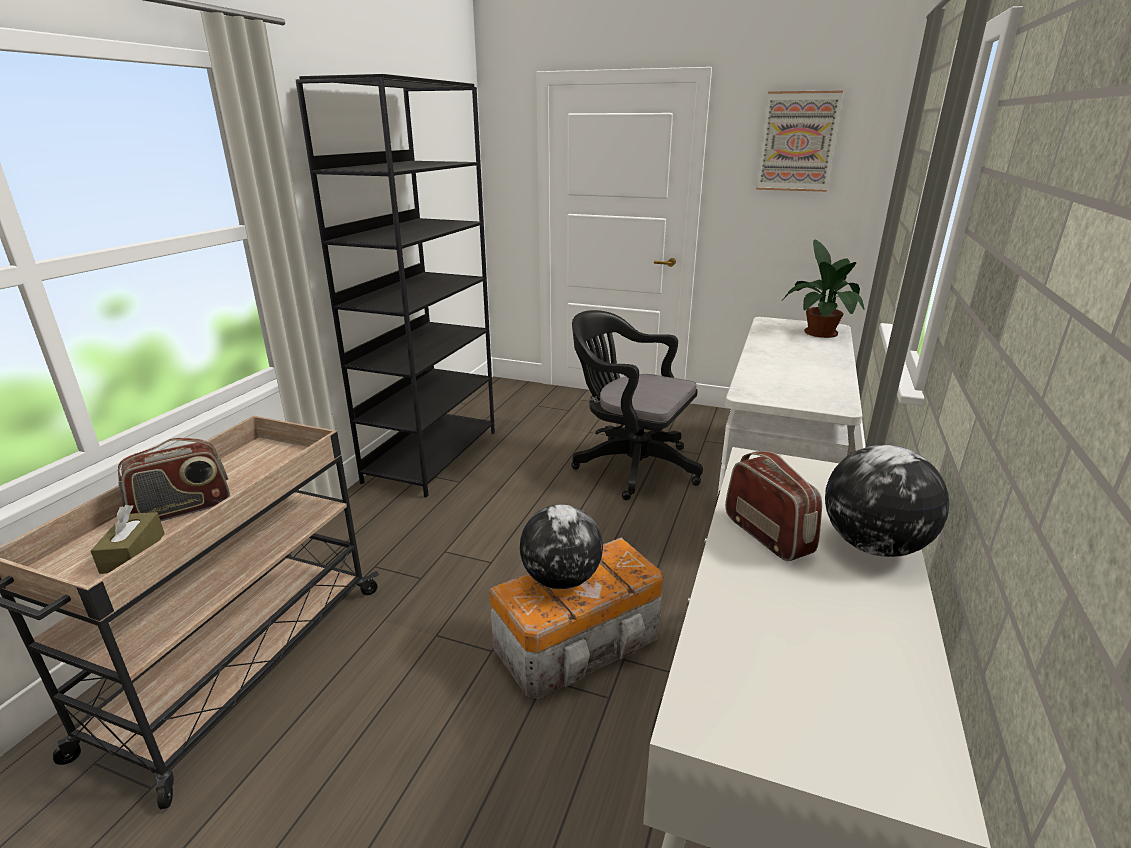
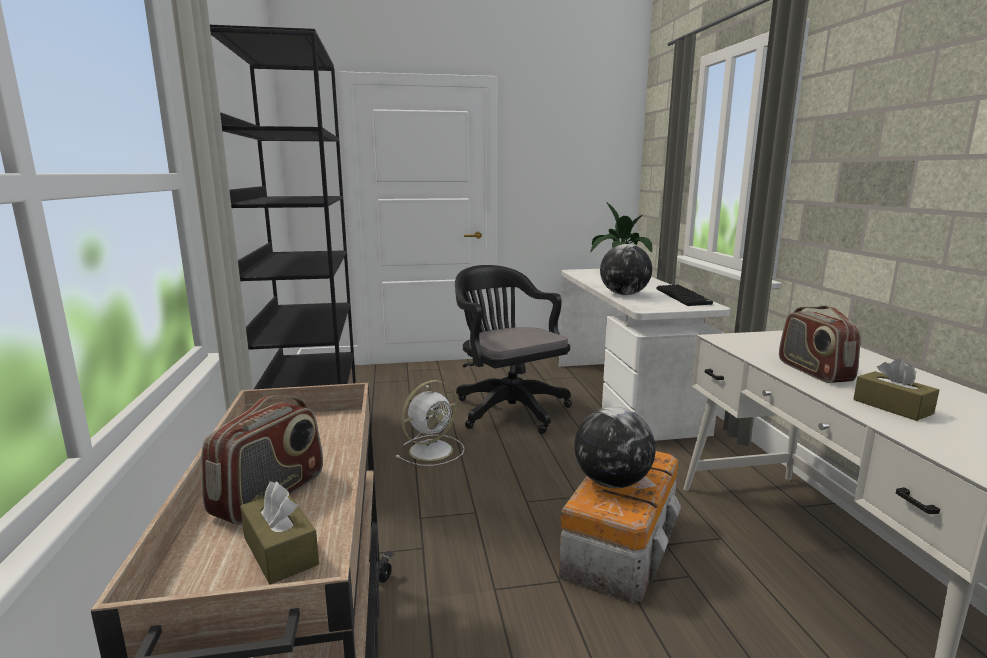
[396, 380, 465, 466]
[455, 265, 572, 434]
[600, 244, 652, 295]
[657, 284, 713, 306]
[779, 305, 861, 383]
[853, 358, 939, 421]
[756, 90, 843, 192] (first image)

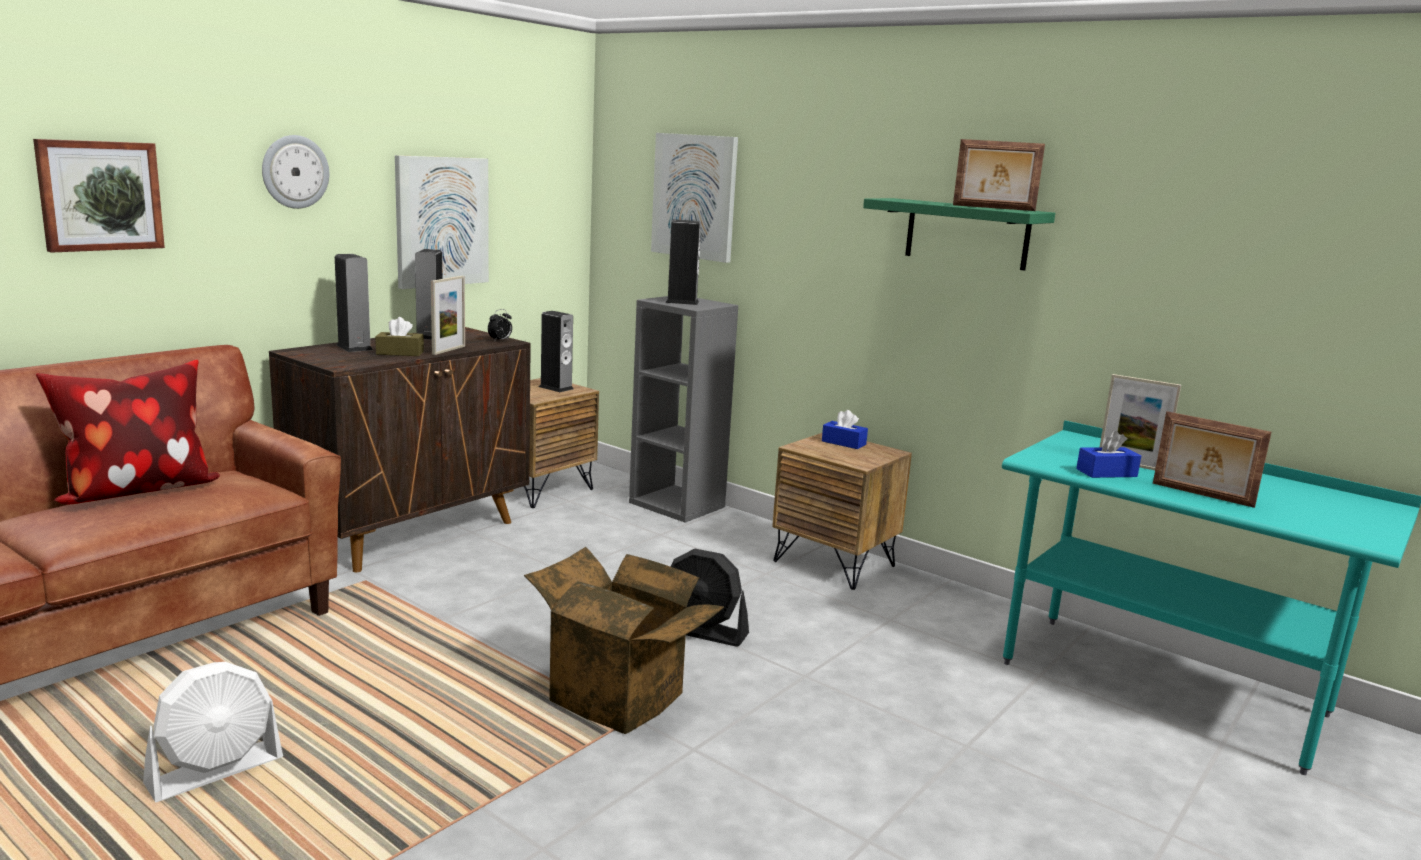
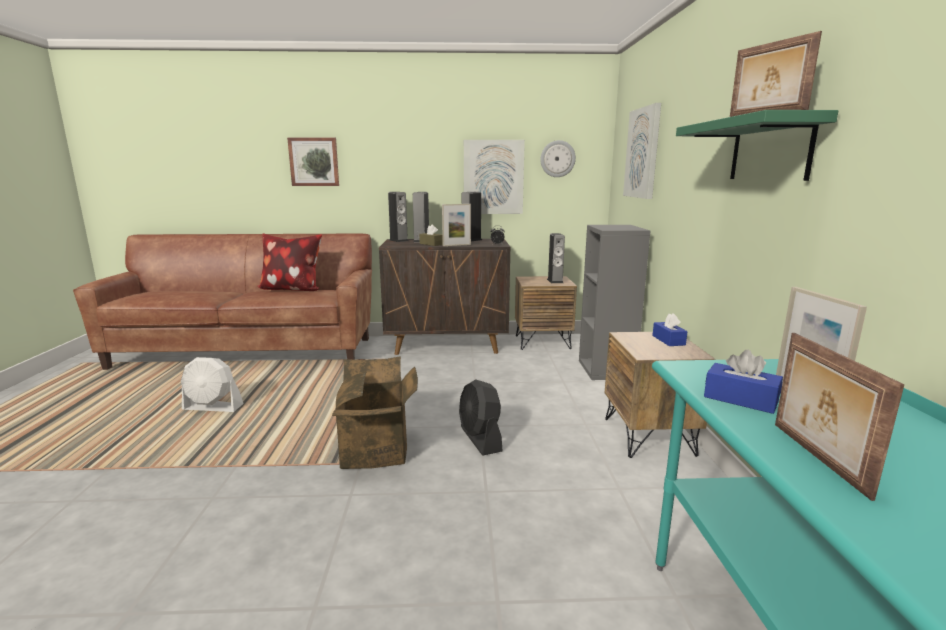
[388, 192, 409, 242]
[540, 140, 576, 177]

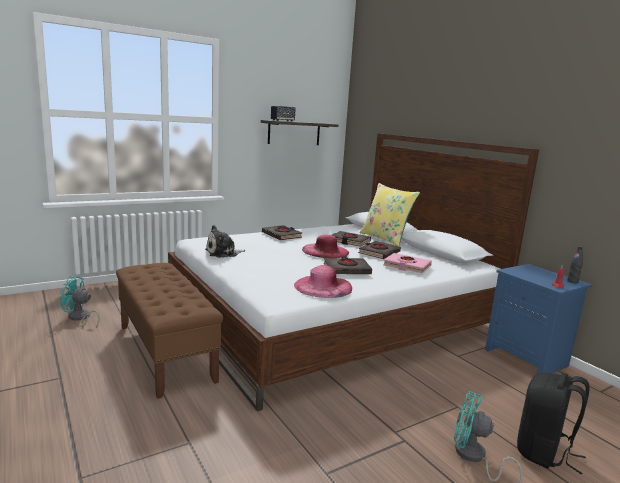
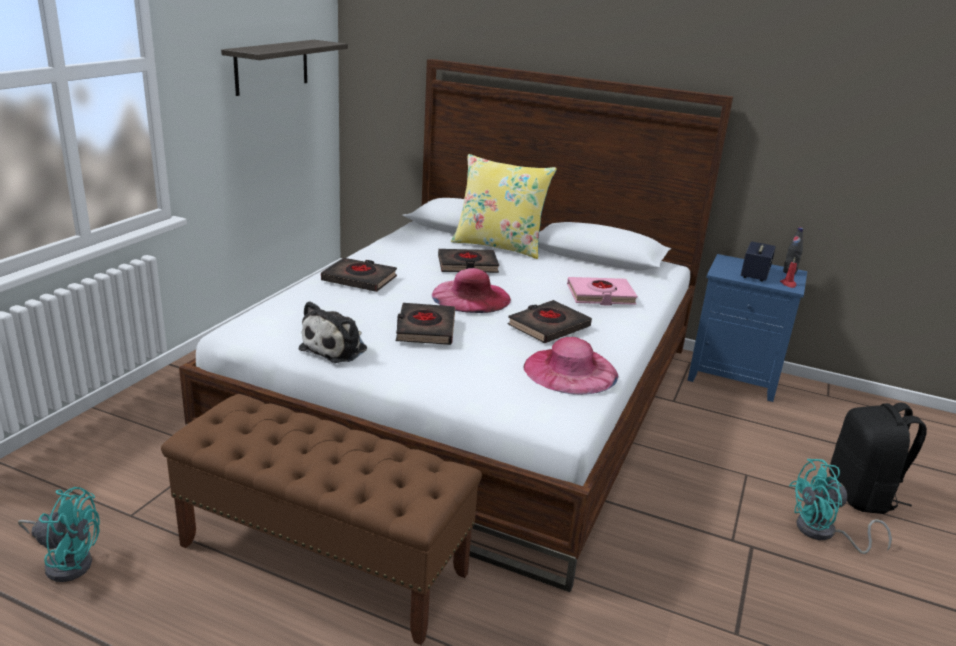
[18, 487, 100, 582]
[396, 303, 455, 345]
[741, 241, 776, 281]

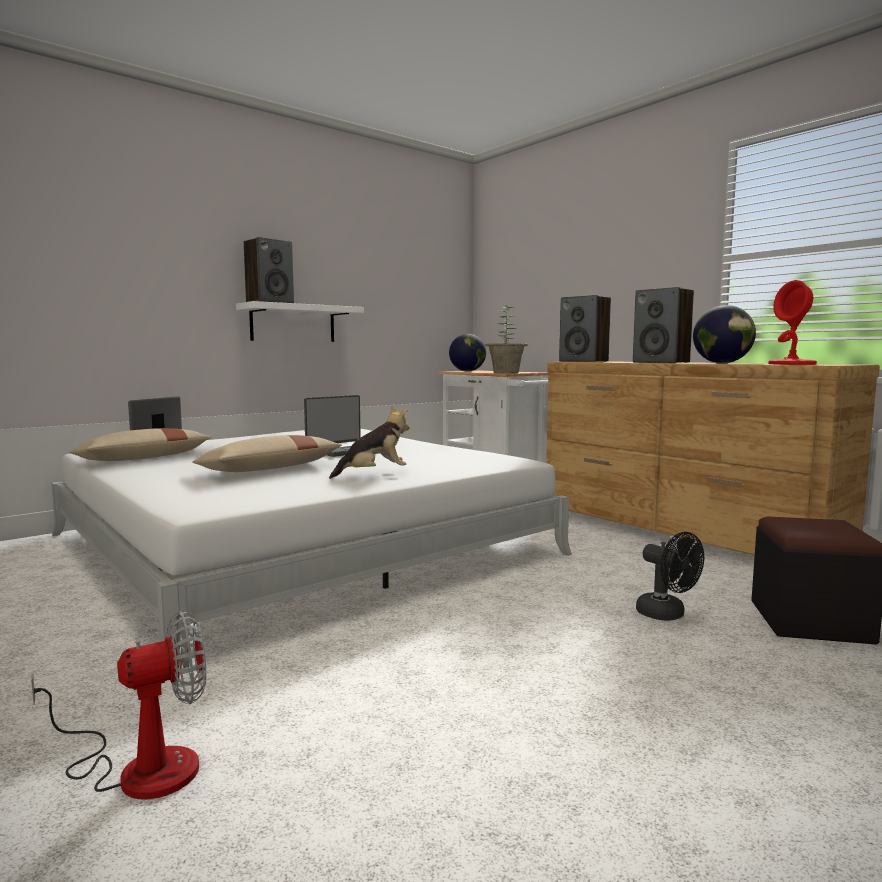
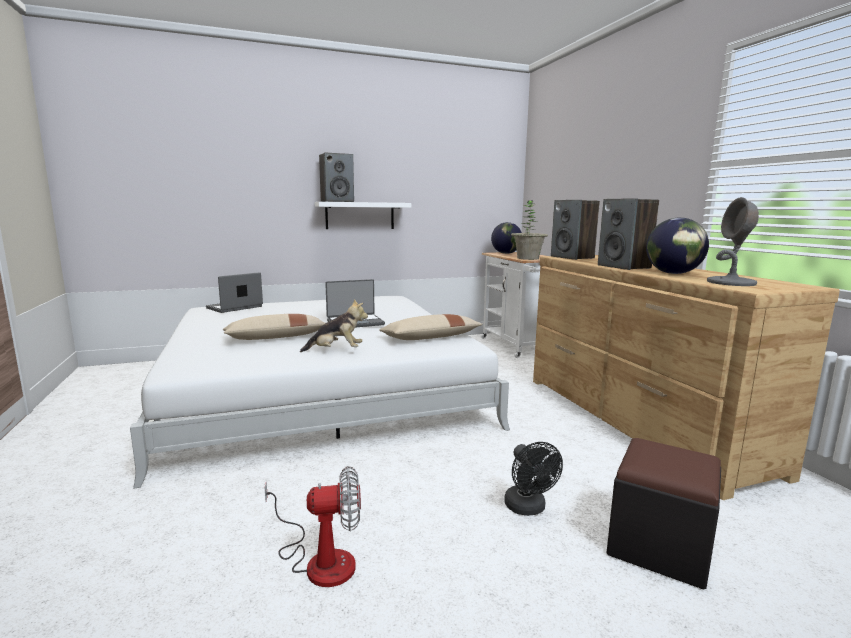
[265, 466, 361, 587]
[379, 314, 483, 340]
[707, 197, 759, 286]

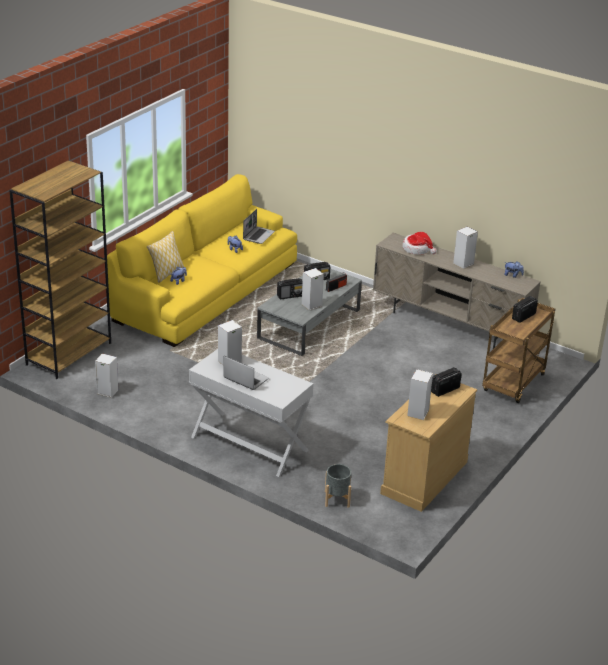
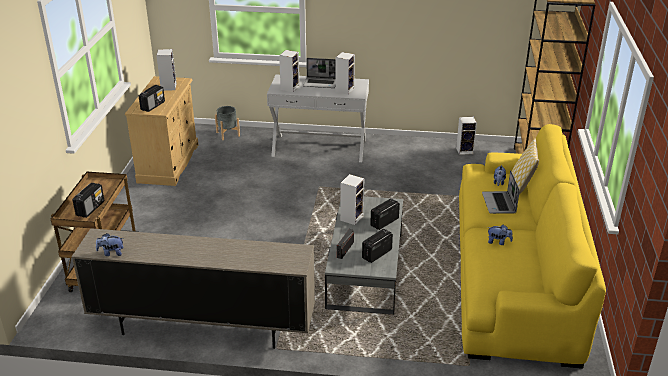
[279, 50, 299, 92]
[482, 170, 520, 214]
[402, 232, 437, 255] (first image)

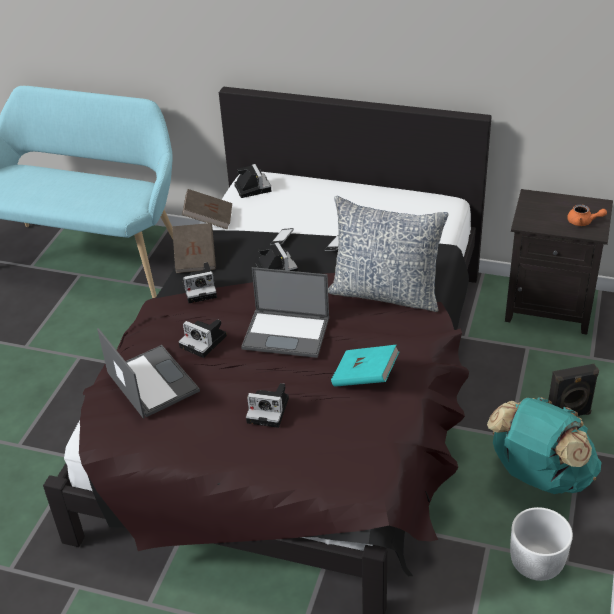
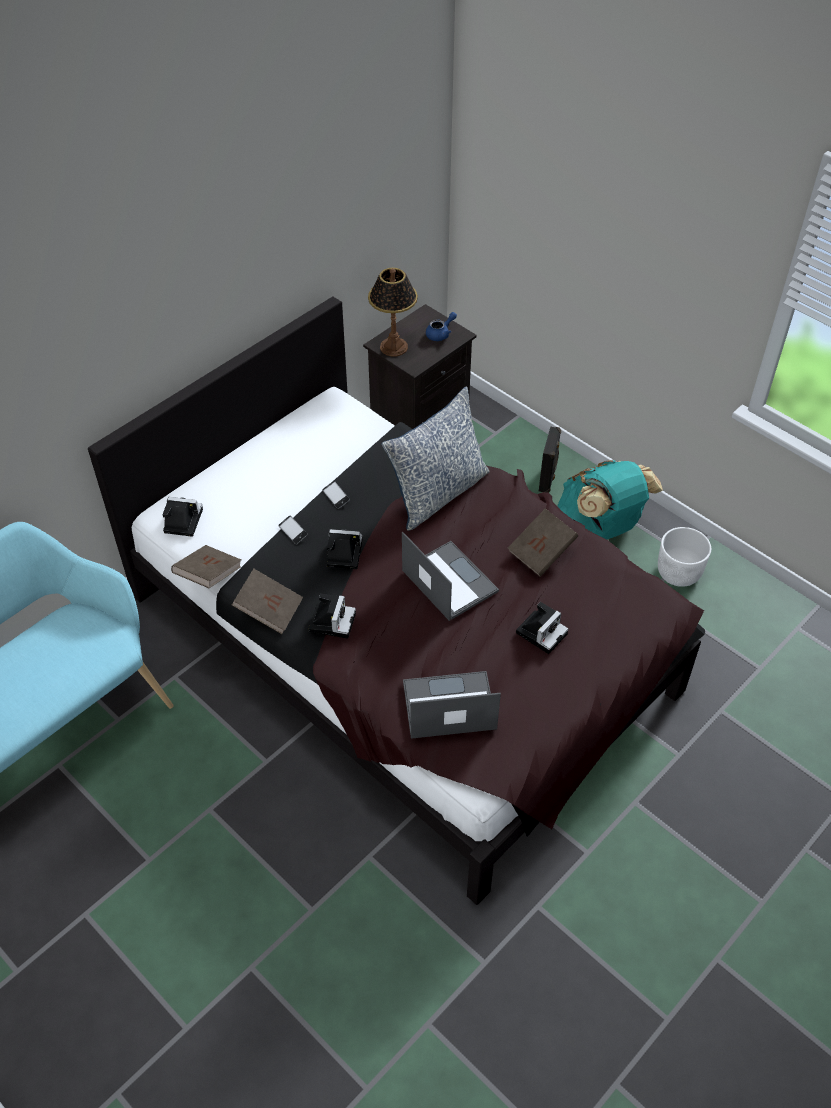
[368, 268, 418, 356]
[402, 532, 499, 621]
[426, 312, 457, 341]
[508, 508, 578, 577]
[179, 319, 227, 358] (first image)

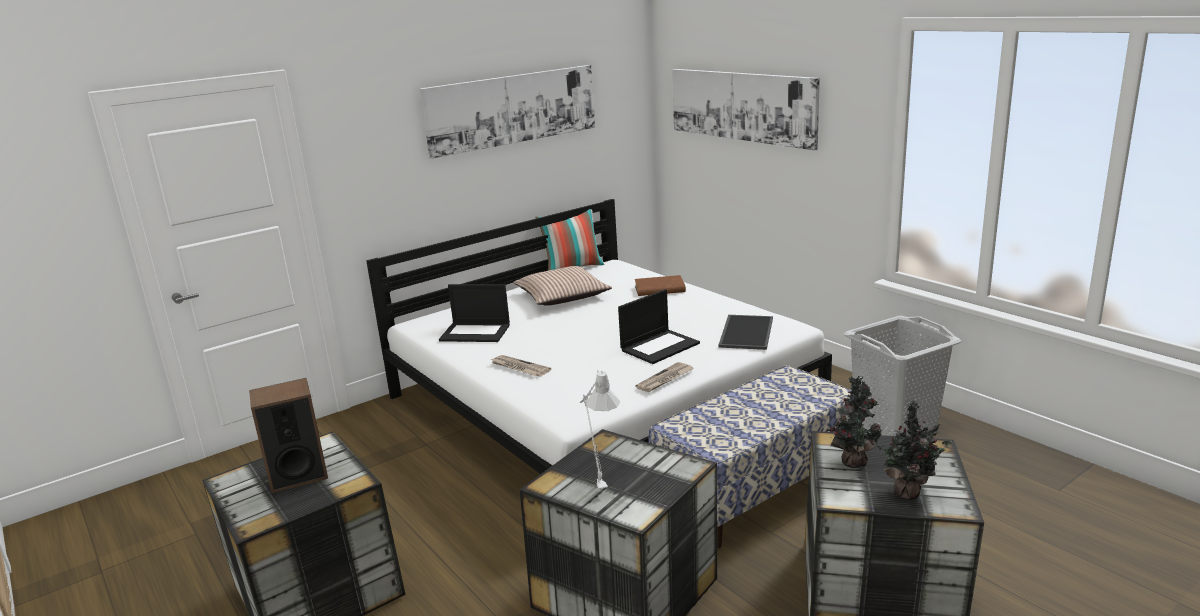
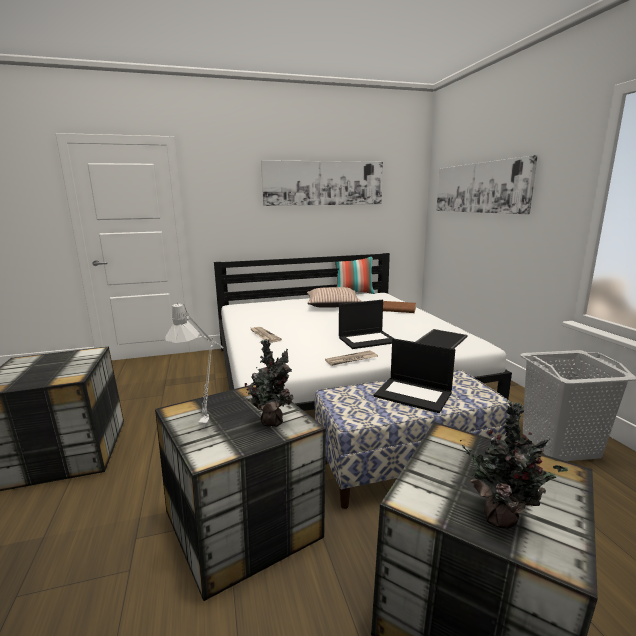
[244, 339, 293, 427]
[374, 338, 455, 413]
[249, 378, 328, 493] (first image)

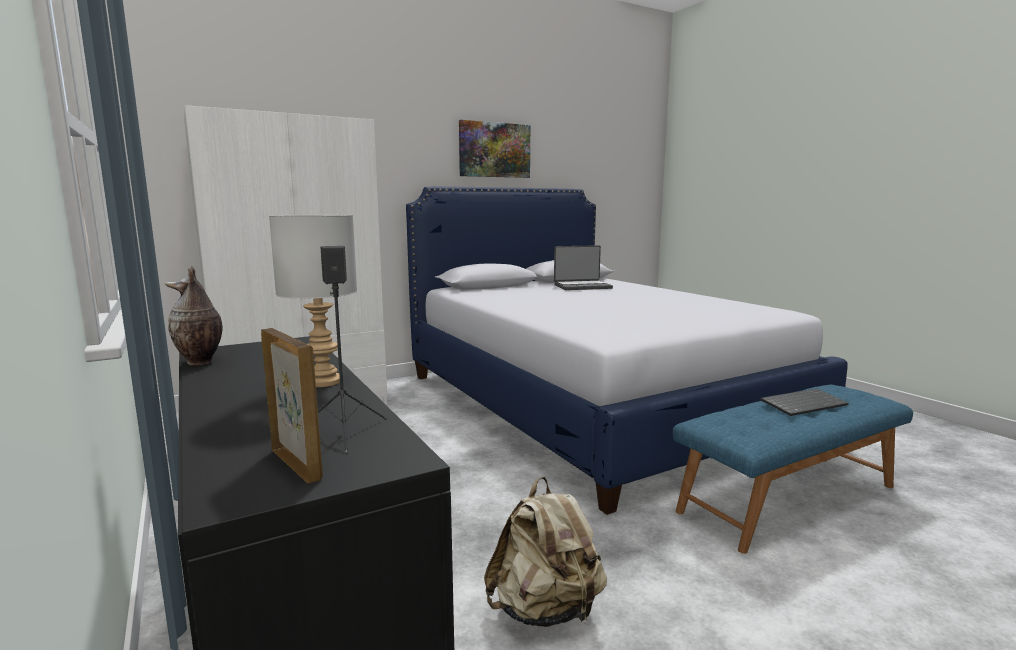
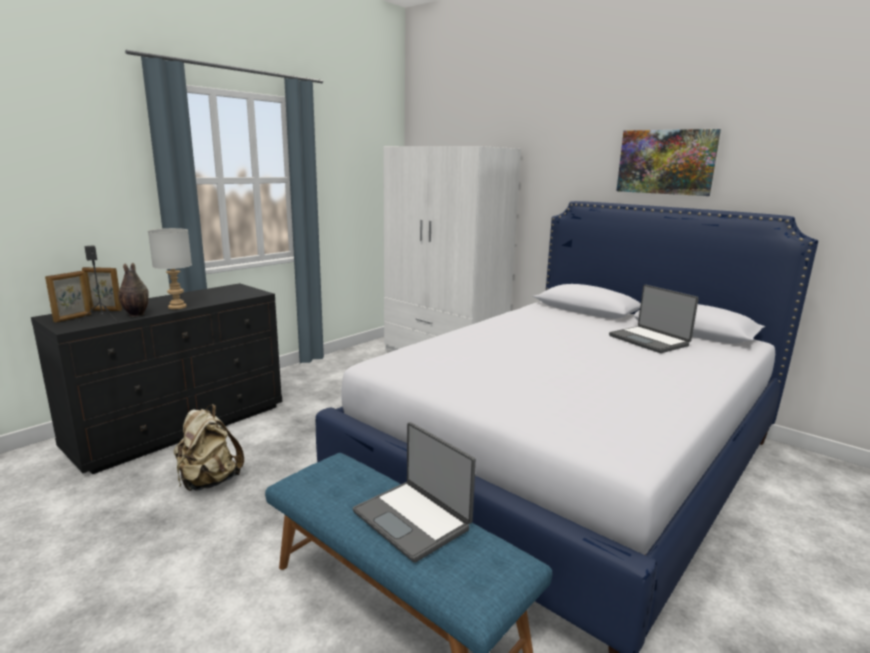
[82, 267, 122, 311]
[118, 262, 149, 317]
[353, 422, 476, 563]

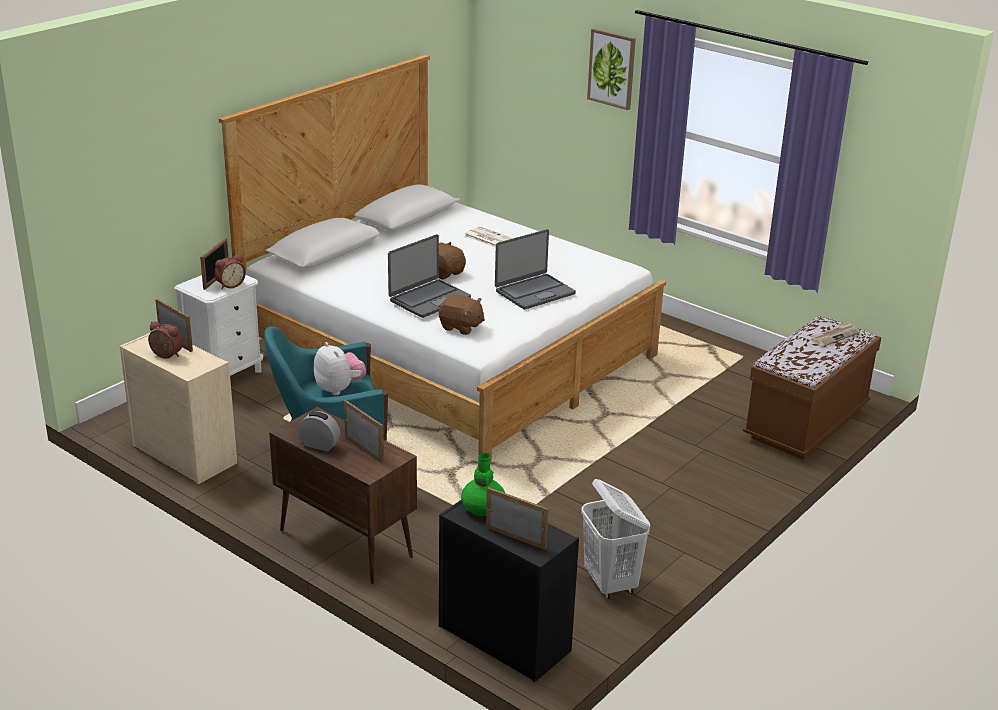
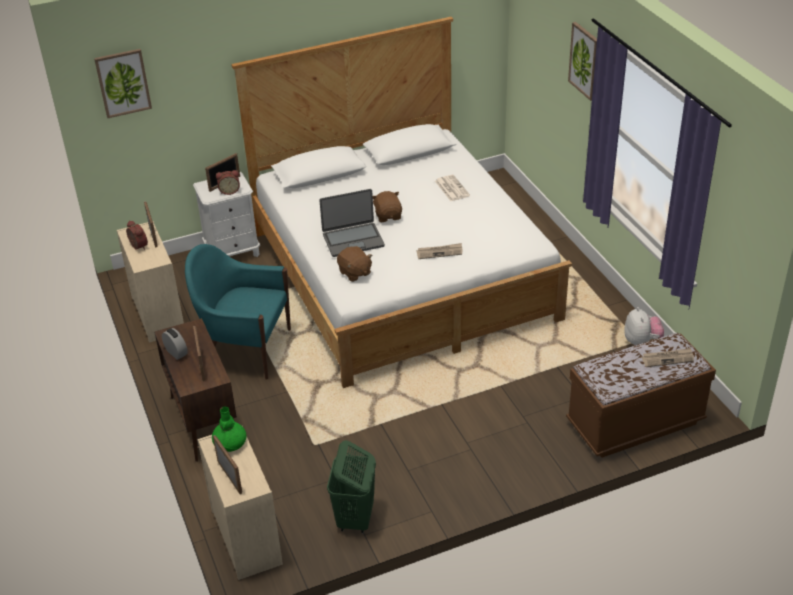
[94, 49, 152, 118]
[197, 426, 283, 580]
[327, 440, 376, 533]
[416, 243, 462, 259]
[624, 307, 664, 345]

